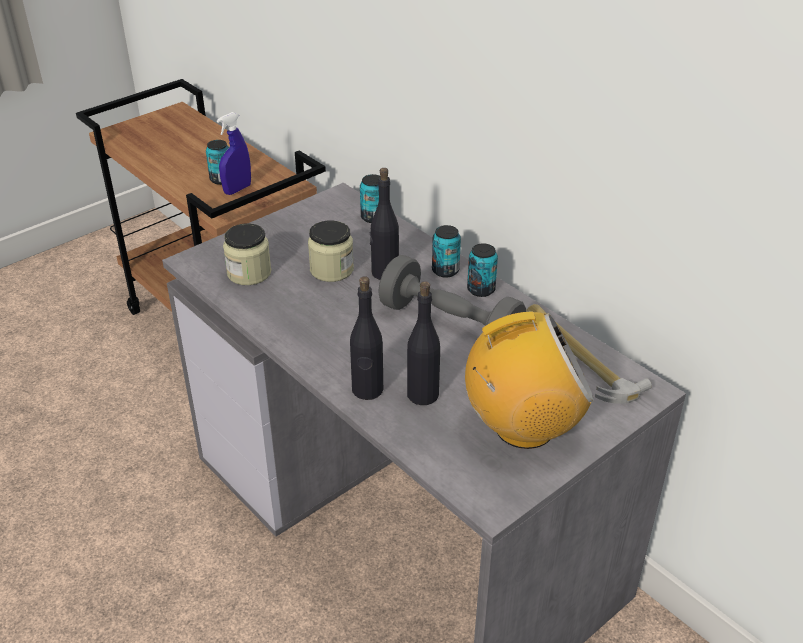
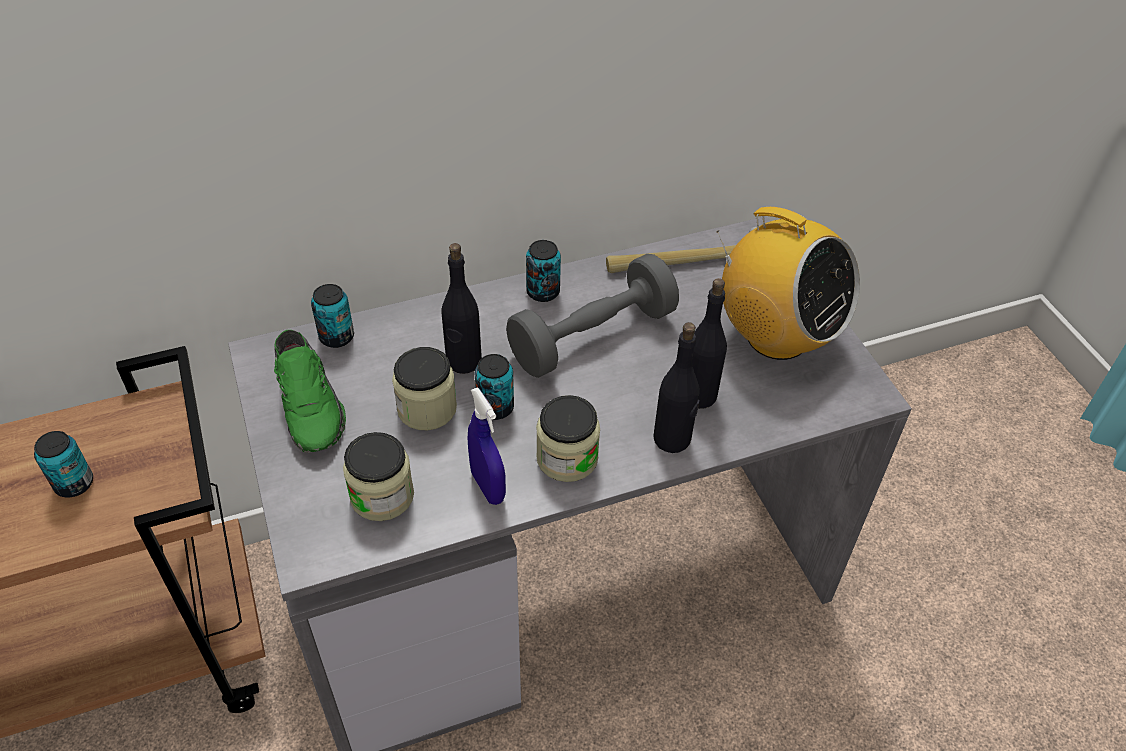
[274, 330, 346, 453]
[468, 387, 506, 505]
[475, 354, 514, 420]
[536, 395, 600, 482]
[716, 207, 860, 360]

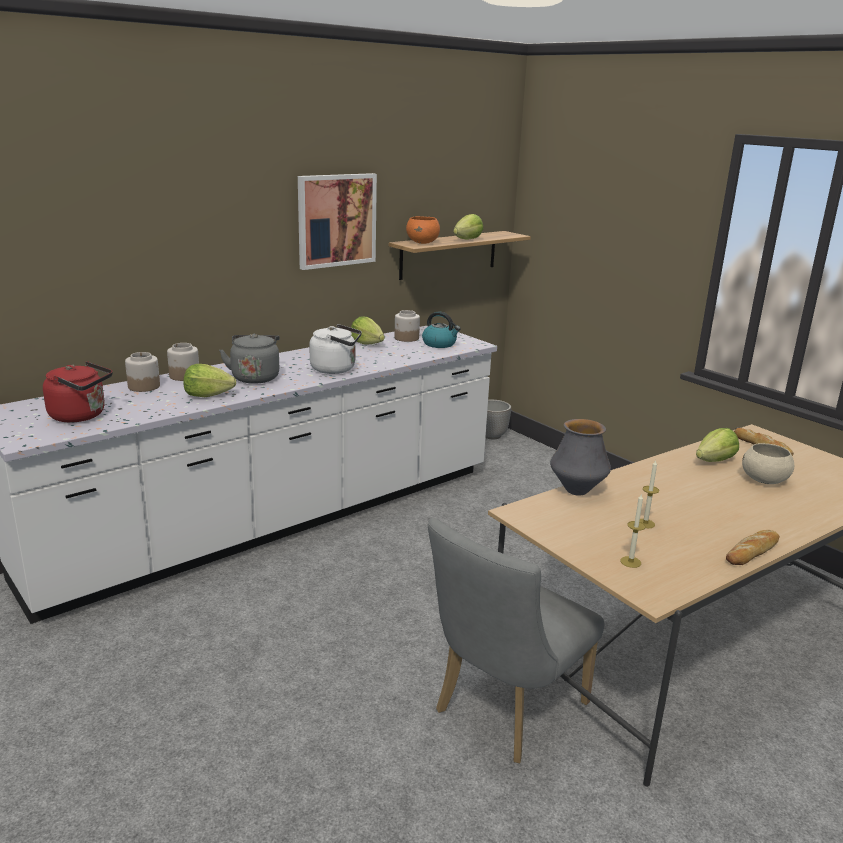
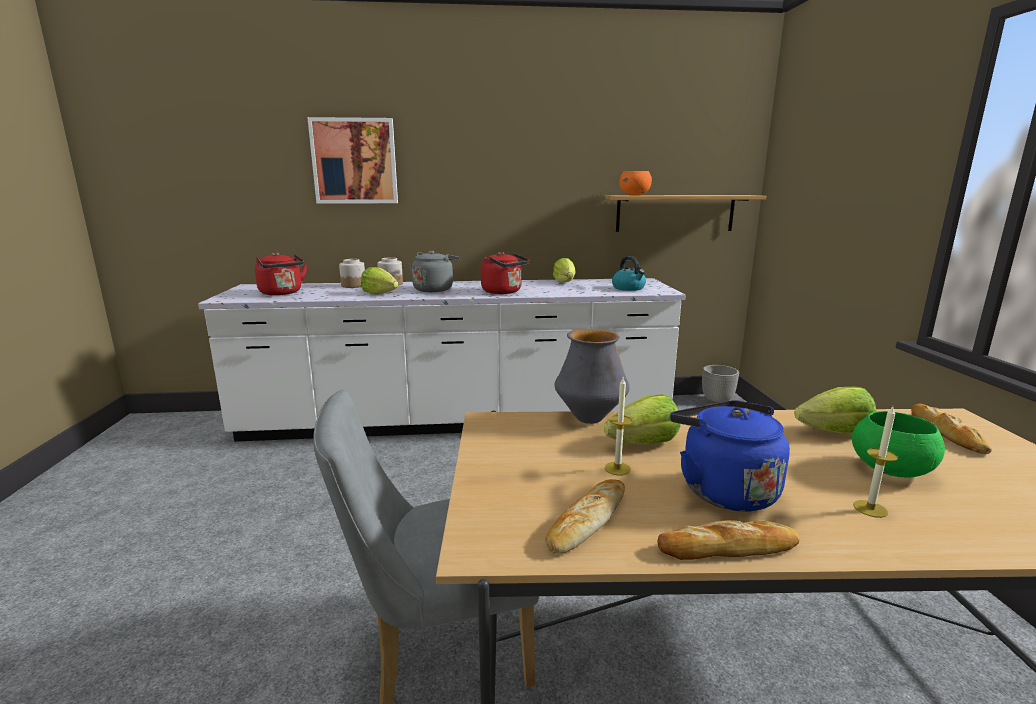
[307, 117, 398, 204]
[481, 252, 530, 294]
[545, 479, 625, 554]
[604, 394, 680, 444]
[670, 400, 790, 511]
[852, 411, 945, 478]
[853, 407, 898, 518]
[394, 310, 420, 342] (first image)

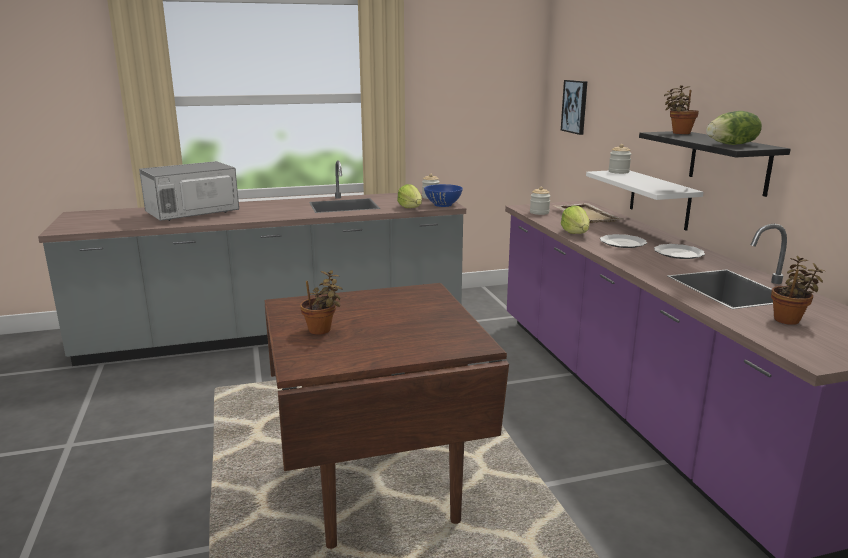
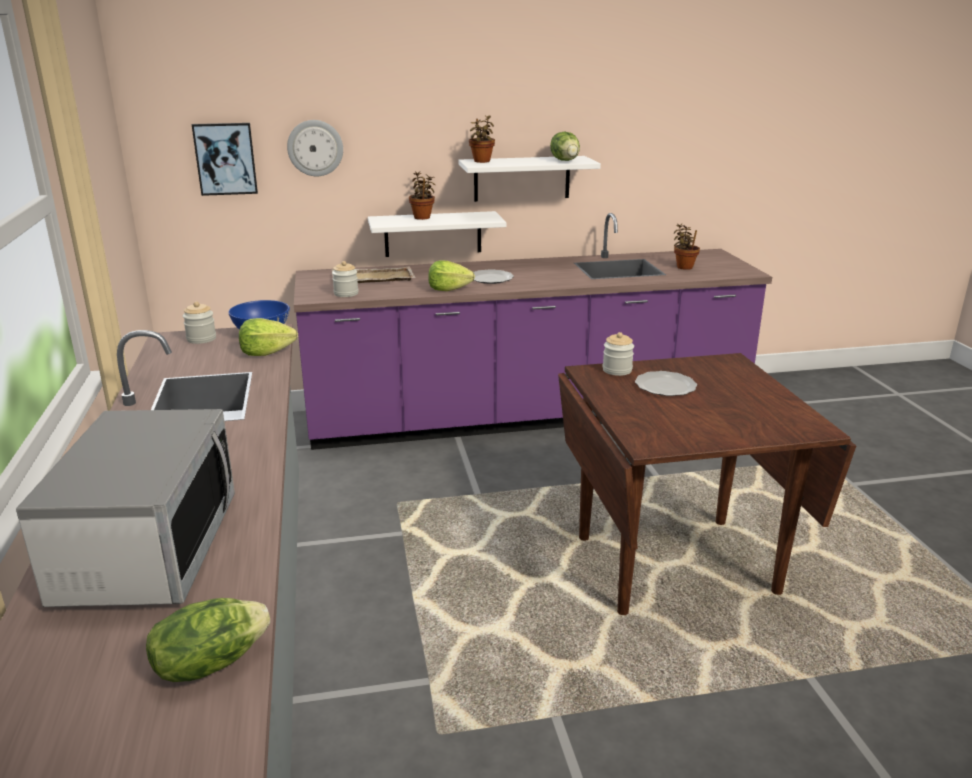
[16, 409, 235, 607]
[146, 598, 270, 682]
[287, 120, 343, 176]
[409, 171, 435, 220]
[458, 156, 601, 202]
[602, 332, 634, 376]
[635, 371, 697, 396]

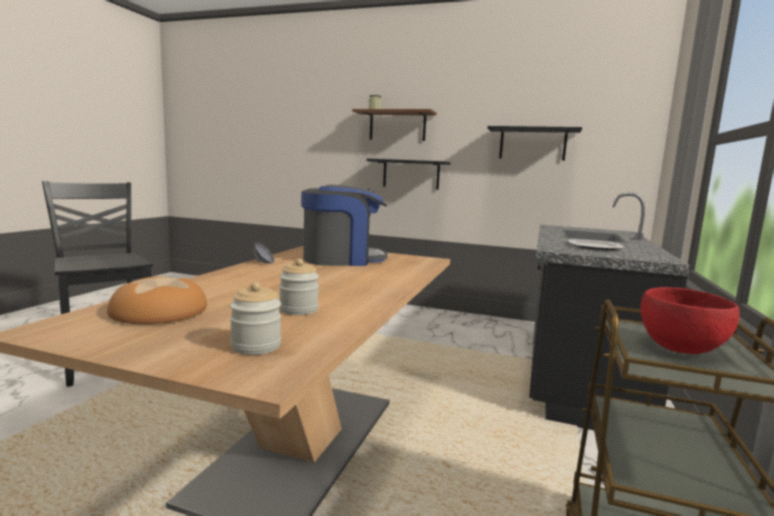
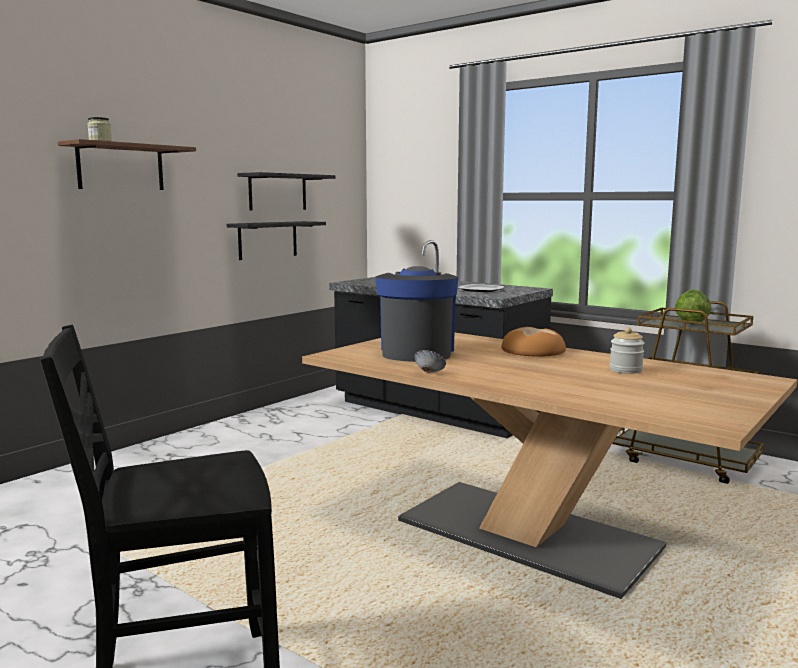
[227, 221, 326, 260]
[501, 327, 566, 357]
[675, 289, 712, 324]
[230, 282, 281, 355] (first image)

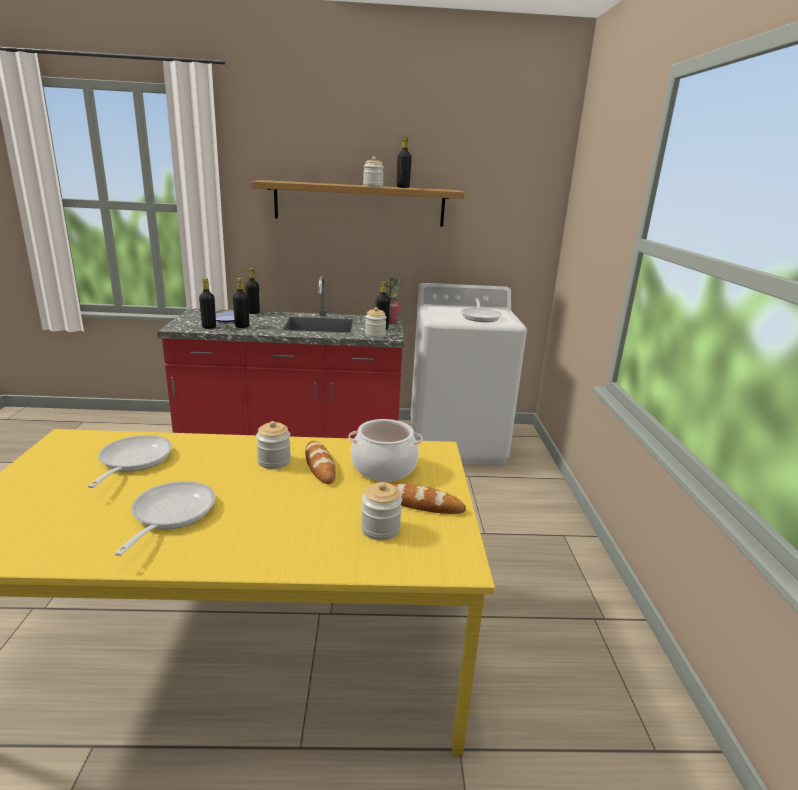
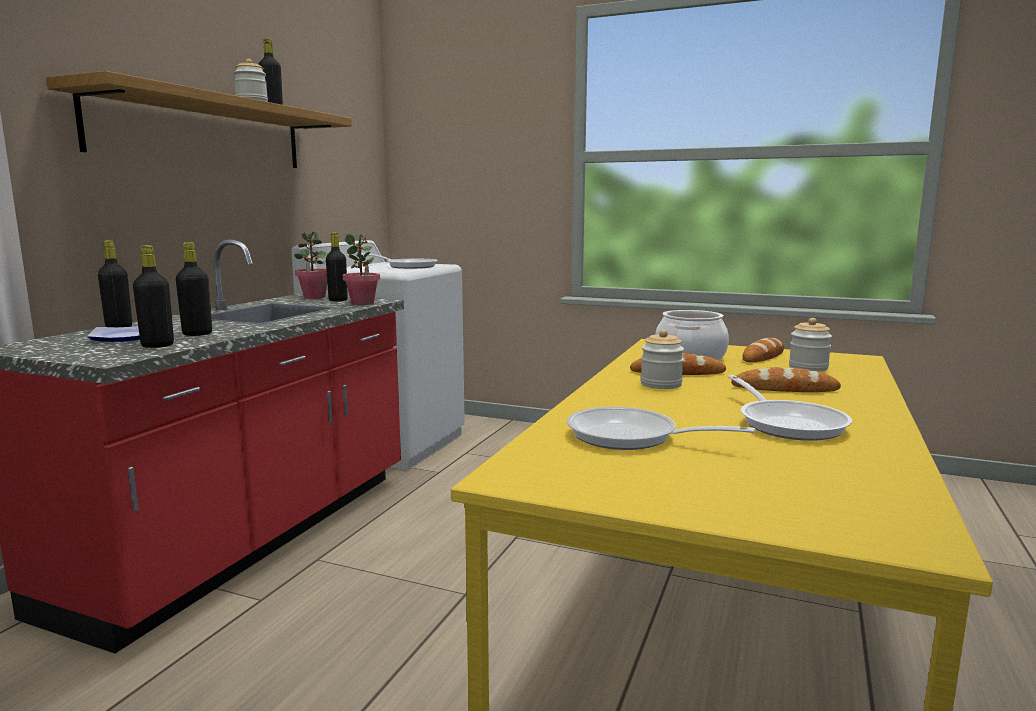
[343, 233, 380, 305]
[728, 375, 852, 441]
[731, 367, 841, 392]

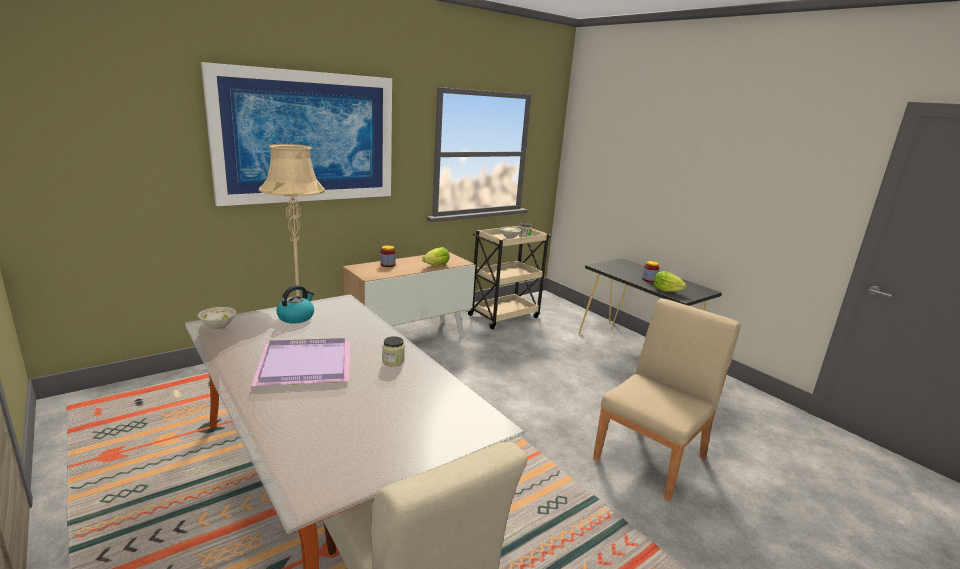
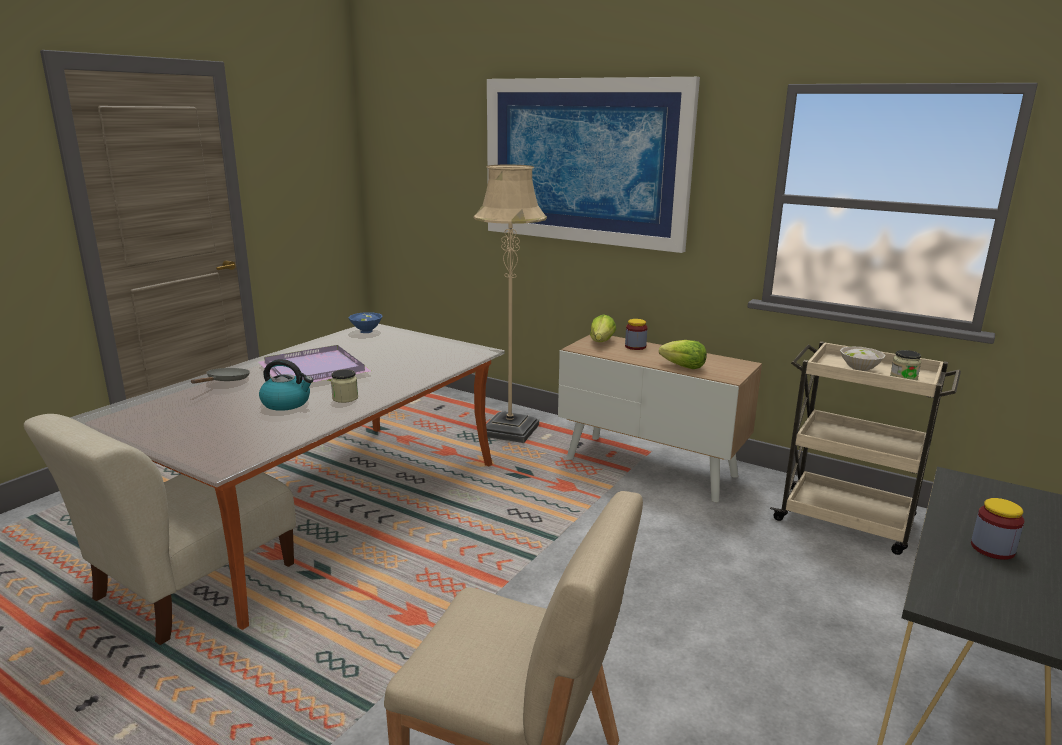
[191, 368, 250, 384]
[259, 359, 313, 411]
[349, 312, 383, 333]
[590, 314, 616, 342]

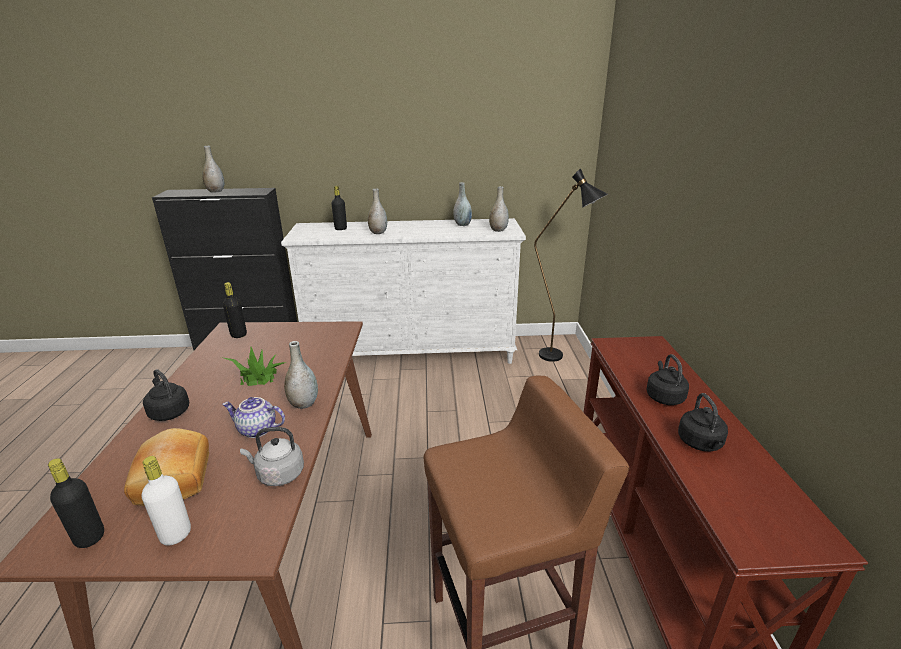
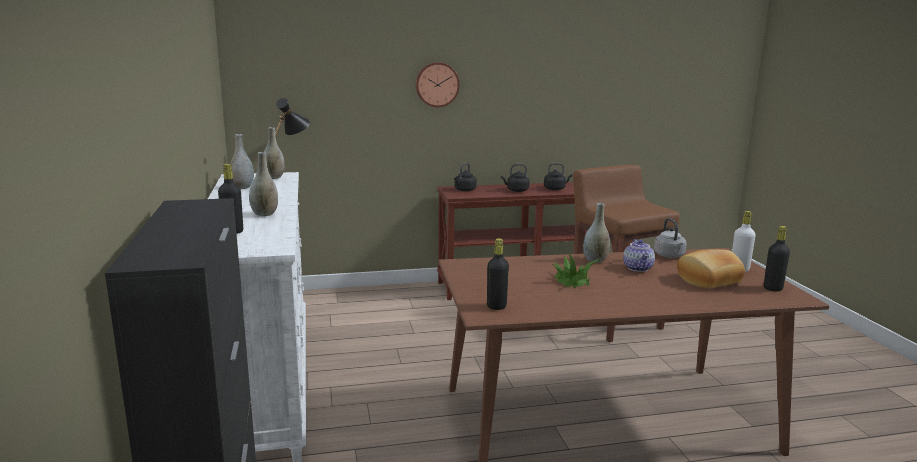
[415, 62, 460, 107]
[454, 163, 477, 191]
[202, 146, 224, 193] (first image)

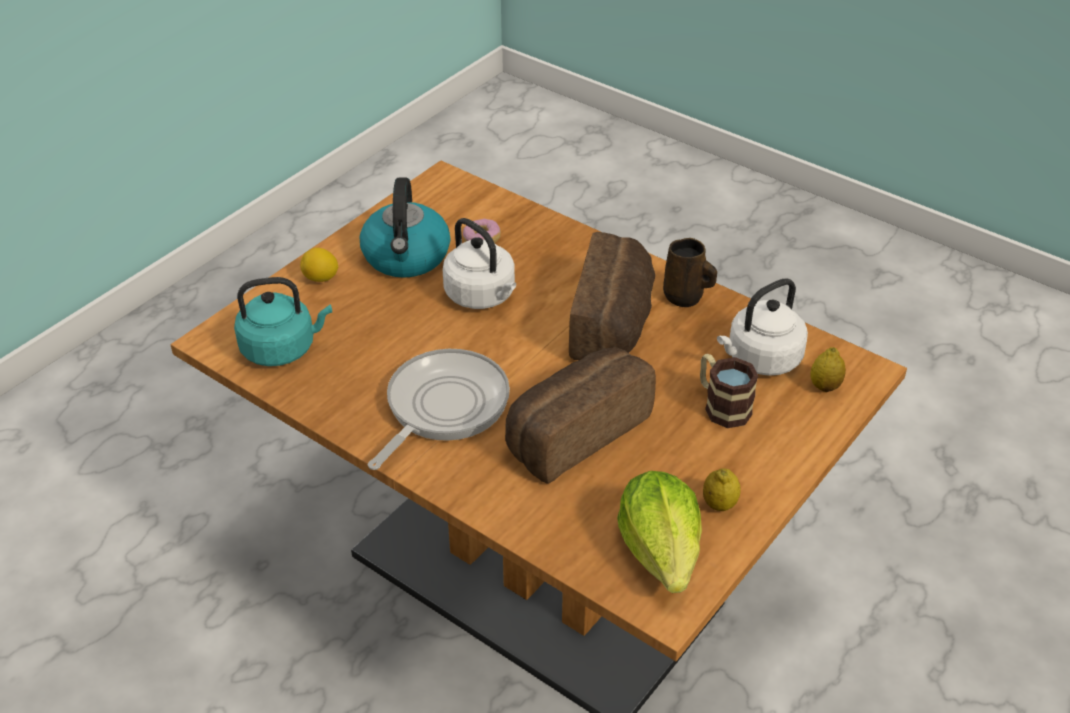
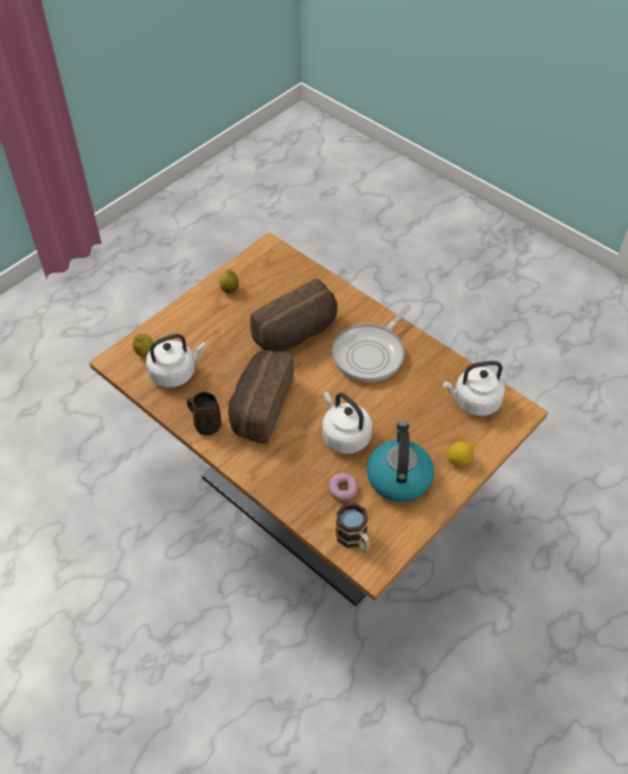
[336, 503, 370, 552]
[443, 361, 505, 416]
[617, 471, 702, 593] (first image)

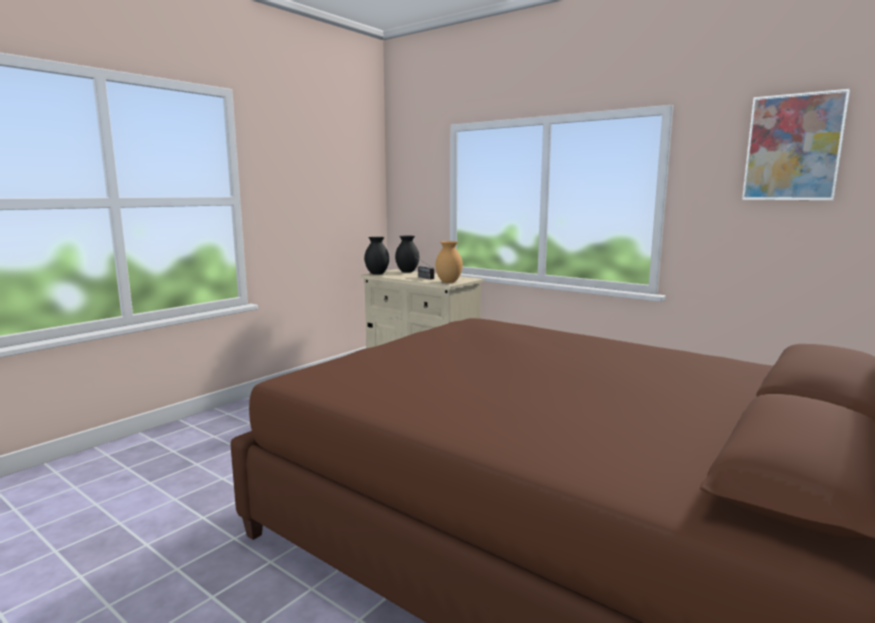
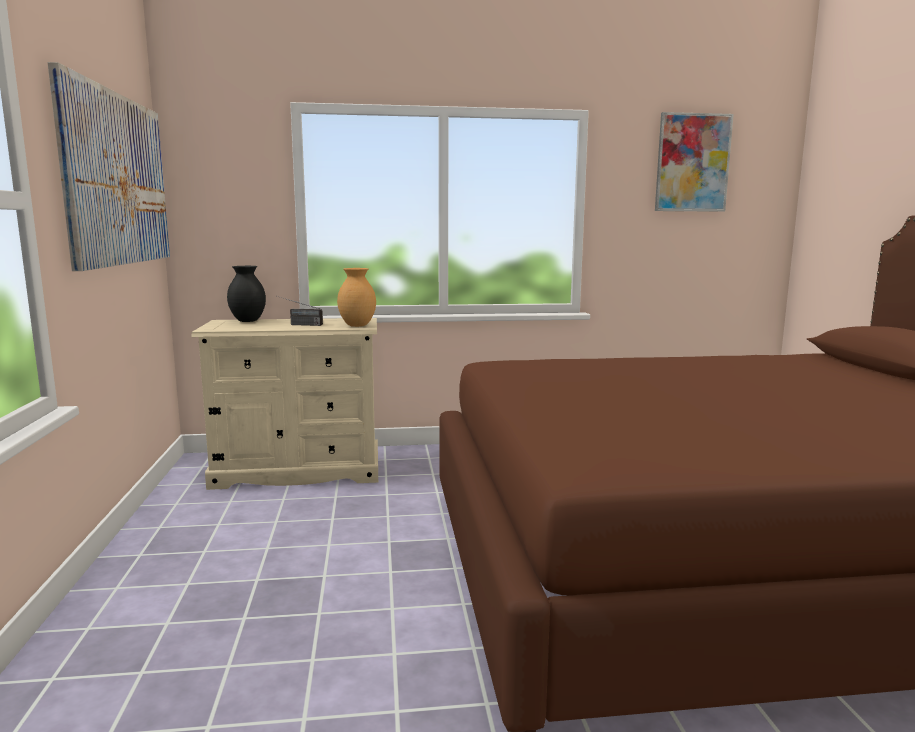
[48, 62, 170, 271]
[364, 237, 389, 275] (first image)

